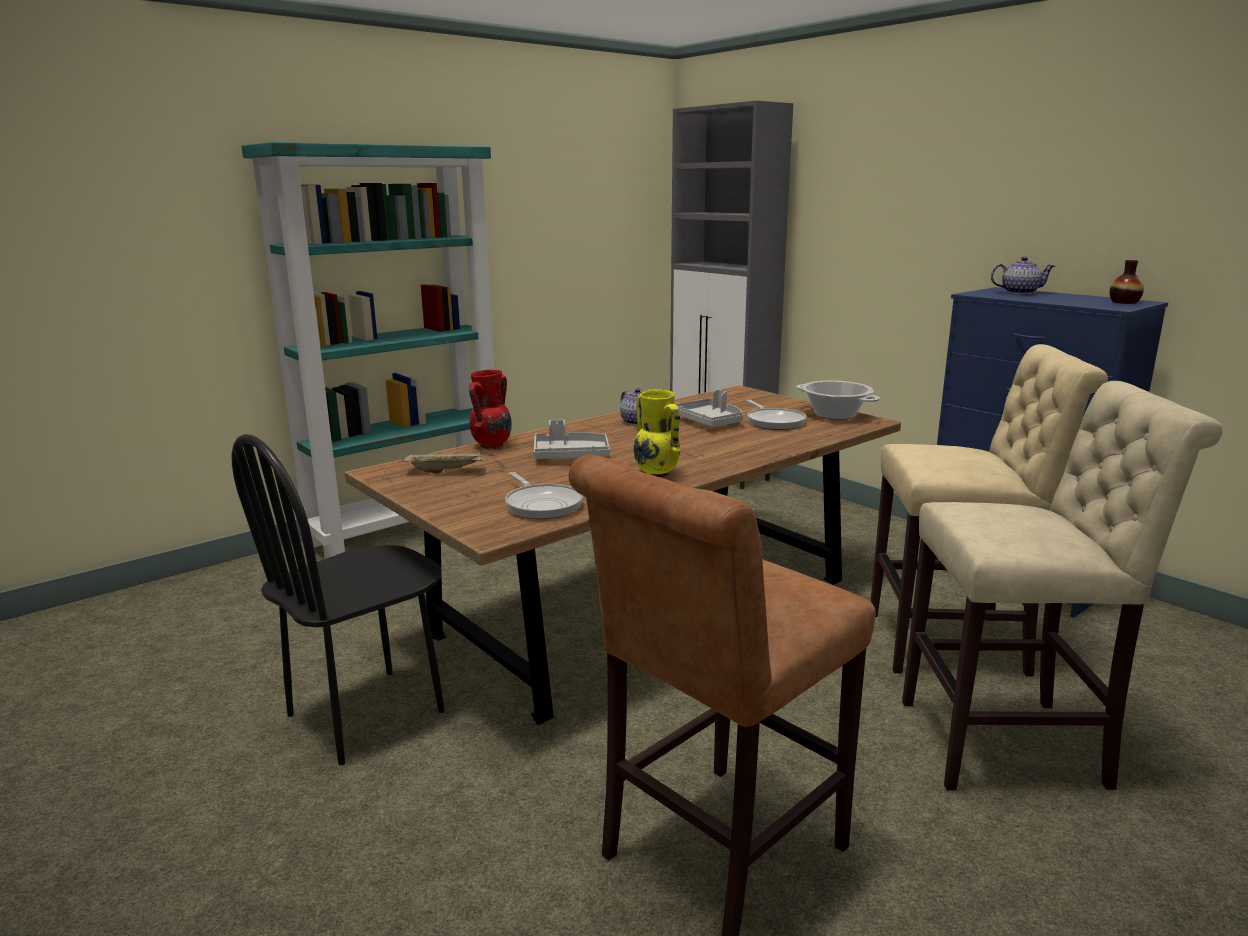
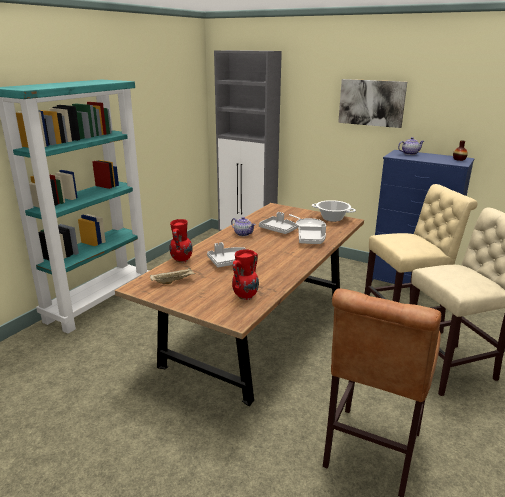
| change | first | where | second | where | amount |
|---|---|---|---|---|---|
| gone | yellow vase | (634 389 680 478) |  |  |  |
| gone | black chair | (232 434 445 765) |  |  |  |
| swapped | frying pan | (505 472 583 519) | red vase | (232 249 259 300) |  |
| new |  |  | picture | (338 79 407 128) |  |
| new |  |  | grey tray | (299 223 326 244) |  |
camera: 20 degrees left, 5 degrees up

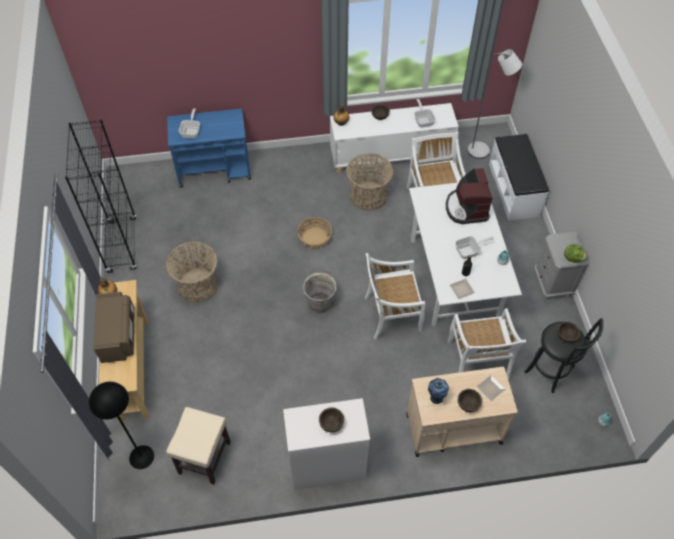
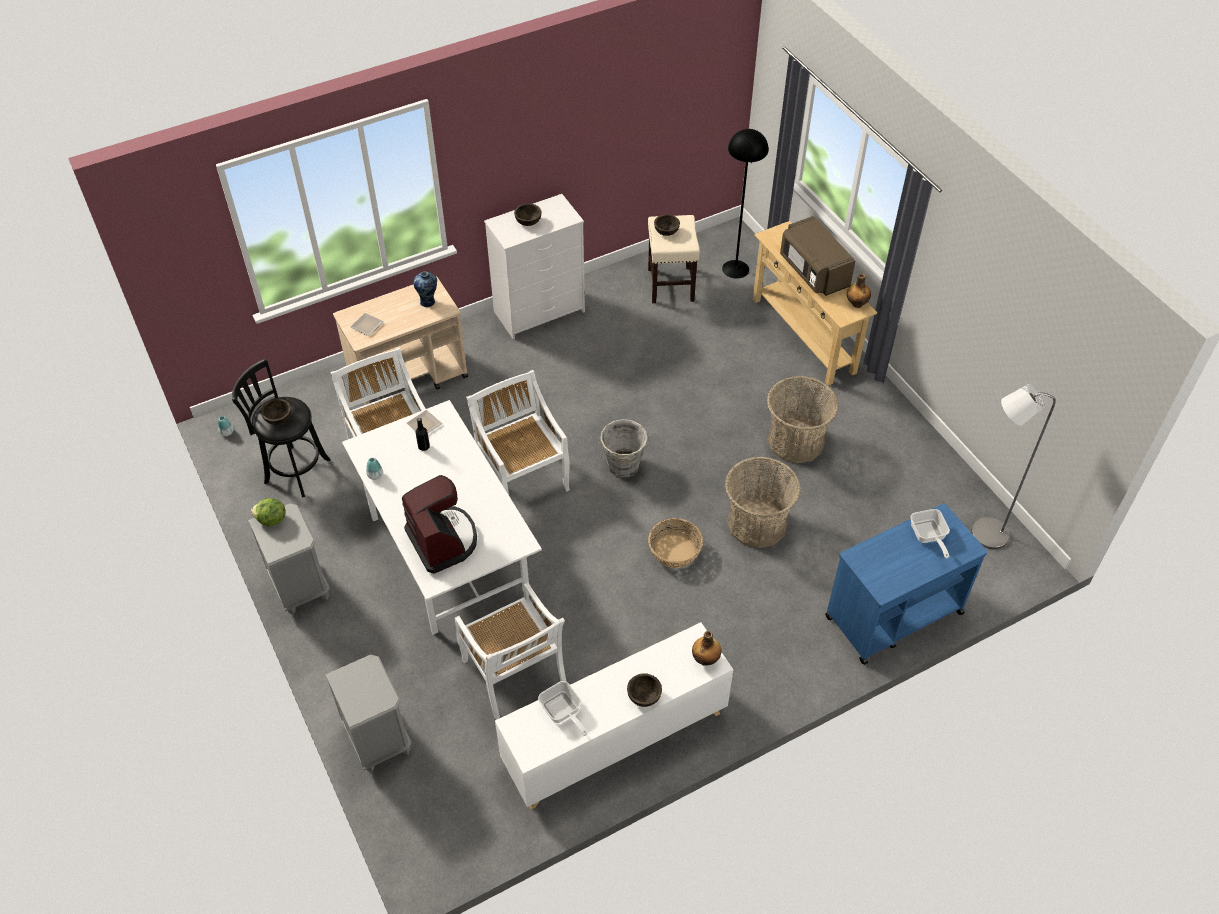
| change | first | where | second | where | amount |
|---|---|---|---|---|---|
| shifted | grey floor lamp | (468 49 522 159) |  | (971 384 1056 549) |  |
| gone | black bookcase | (65 119 137 273) |  |  |  |
| swapped | white bench | (489 134 549 221) | grey nightstand | (326 655 411 772) |  |
| shifted | basket | (346 153 393 211) |  | (725 457 801 548) |  |
| gone | frying pan | (455 236 494 259) |  |  |  |
| rotated | white chair | (365 253 425 340) |  | (466 370 570 497) | 90 degrees counterclockwise |
| shifted | brown bowl | (458 389 482 412) |  | (654 214 680 236) |  |
camera: 160 degrees right, 5 degrees down

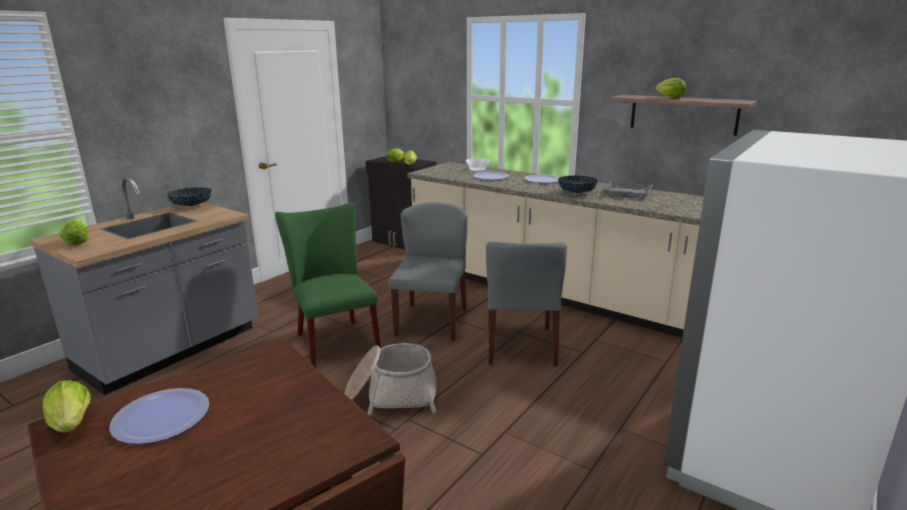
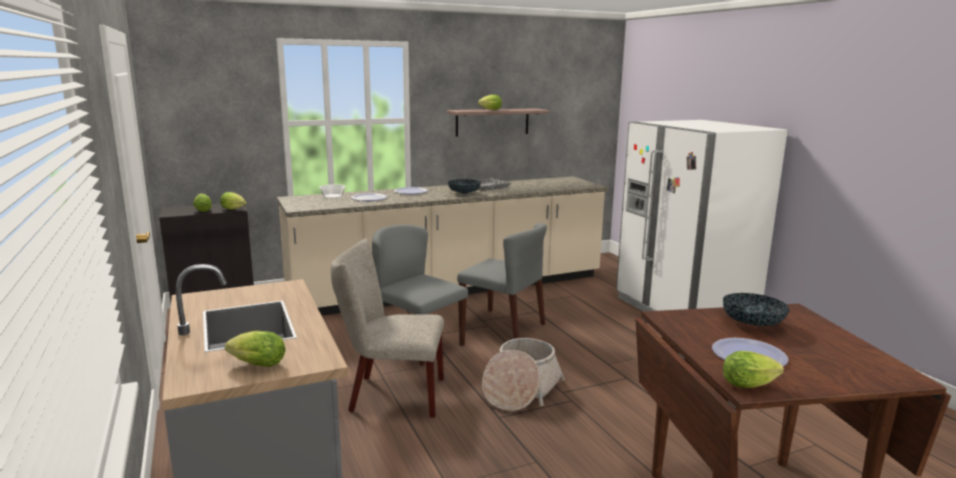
| change | first | where | second | where | amount |
|---|---|---|---|---|---|
| shifted | bowl | (167 187 211 206) |  | (723 293 790 326) |  |
| repainted | green chair | (275 202 381 367) | beige chair | (331 239 444 418) |  |
camera: 60 degrees left, 5 degrees down

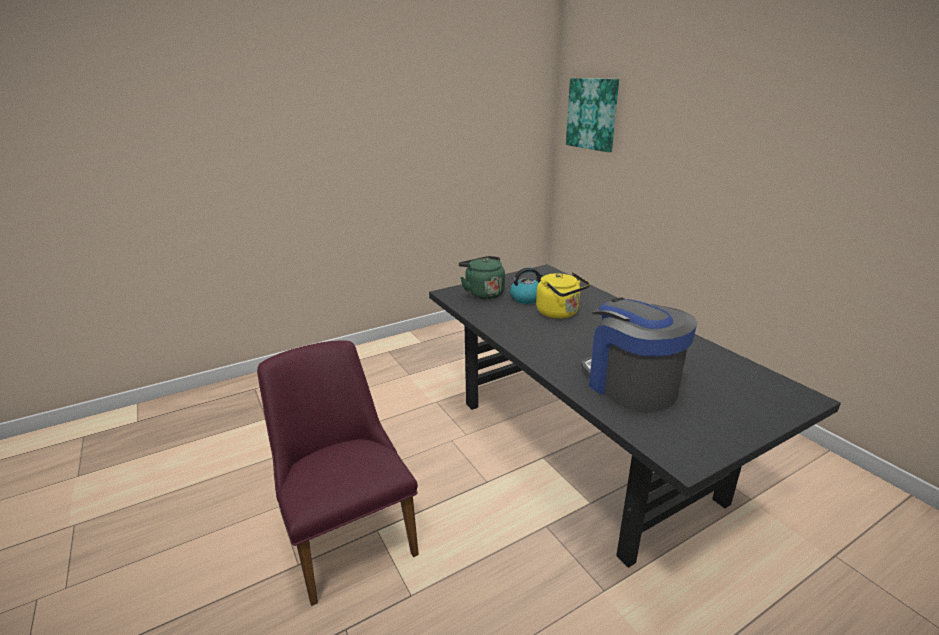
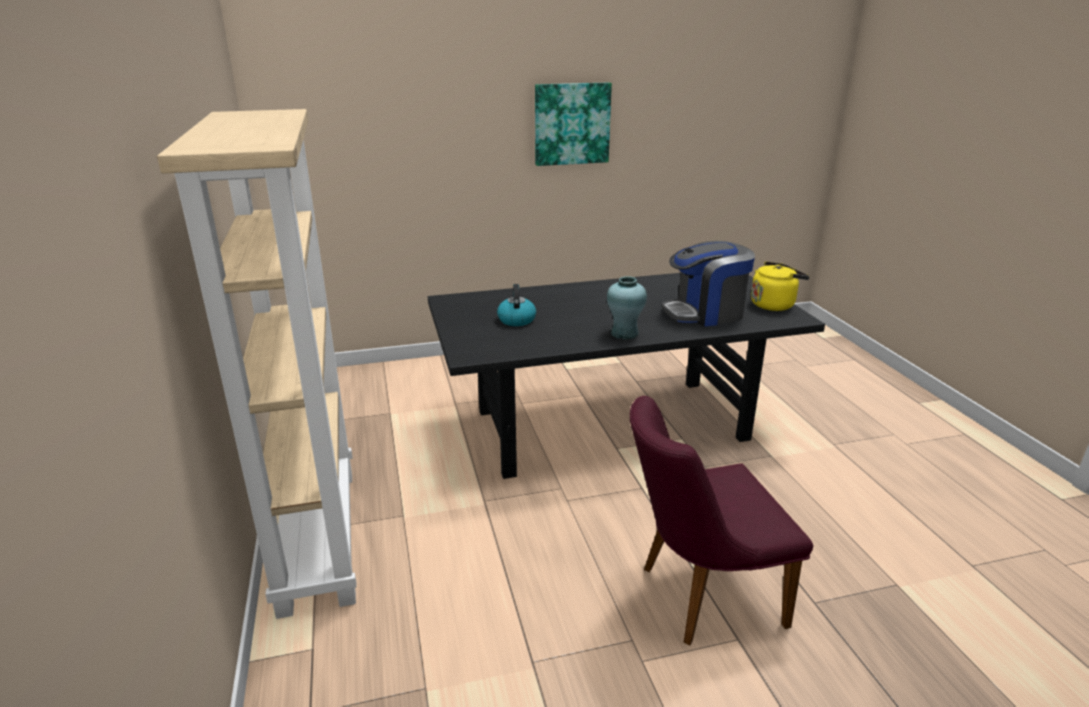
| change | first | where | second | where | amount |
|---|---|---|---|---|---|
| shifted | picture | (566 78 619 152) |  | (535 82 612 166) |  |
| gone | green kettle | (459 256 505 300) |  |  |  |
| shifted | yellow kettle | (536 272 590 319) |  | (751 261 810 311) |  |
| new |  |  | beige bookcase | (157 109 357 619) |  |
| new |  |  | turquoise vase | (607 276 647 340) |  |
camera: 75 degrees left, 0 degrees up

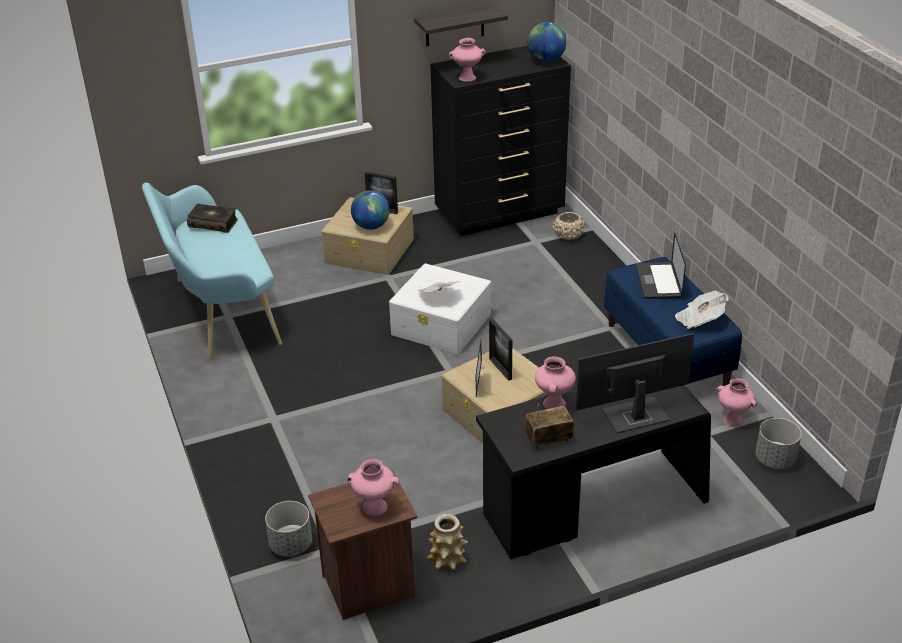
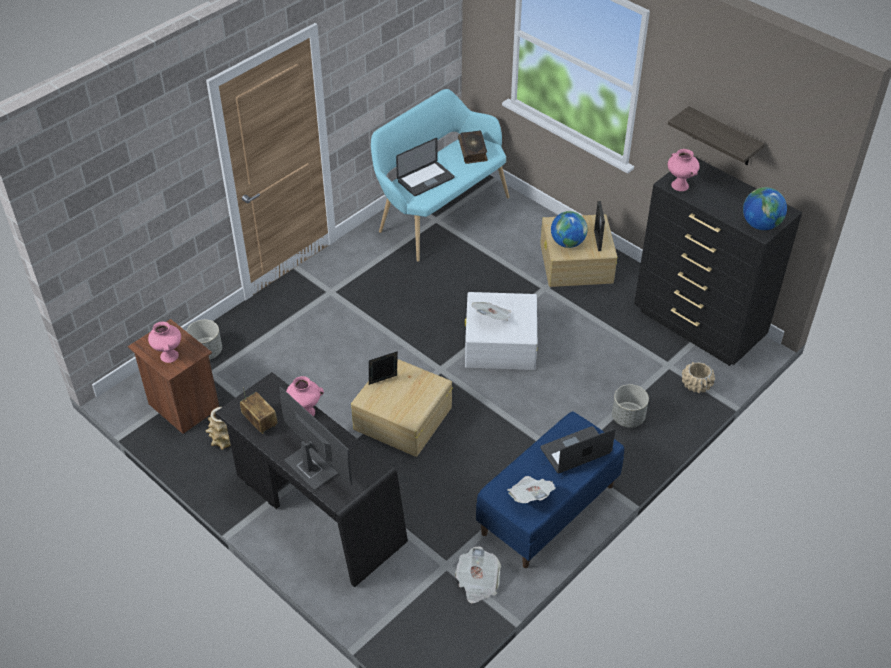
| change | first | where | second | where | amount |
|---|---|---|---|---|---|
| gone | picture frame | (489 319 512 381) |  |  |  |
| swapped | pink vase | (716 378 757 426) | newspaper | (455 546 501 604) |  |
| shifted | grey planter | (756 418 802 469) |  | (612 384 649 428) |  |
| new |  |  | laptop | (396 138 454 196) |  |
camera: 65 degrees right, 10 degrees up

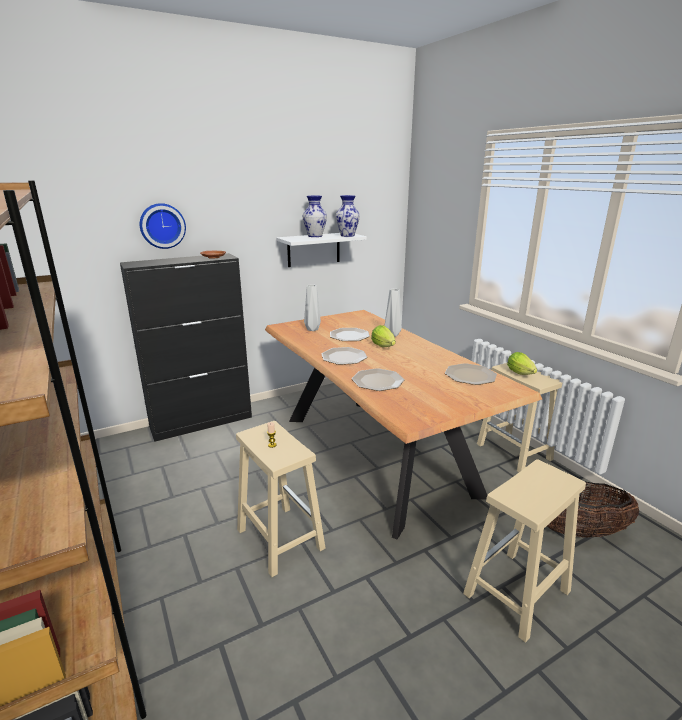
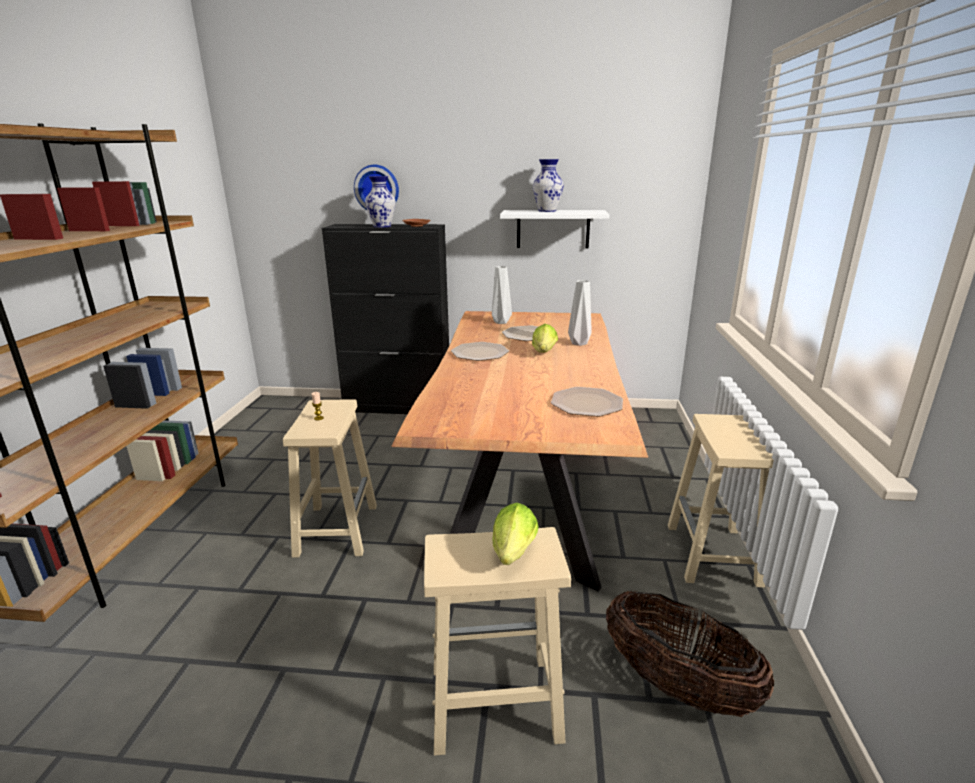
| change | first | where | second | where | amount |
|---|---|---|---|---|---|
| shifted | vase | (336 195 360 237) |  | (365 176 396 228) |  |
| shifted | lettuce | (507 352 537 375) |  | (492 503 539 565) |  |
| gone | plate | (352 368 404 391) |  |  |  |
camera: 35 degrees right, 0 degrees up

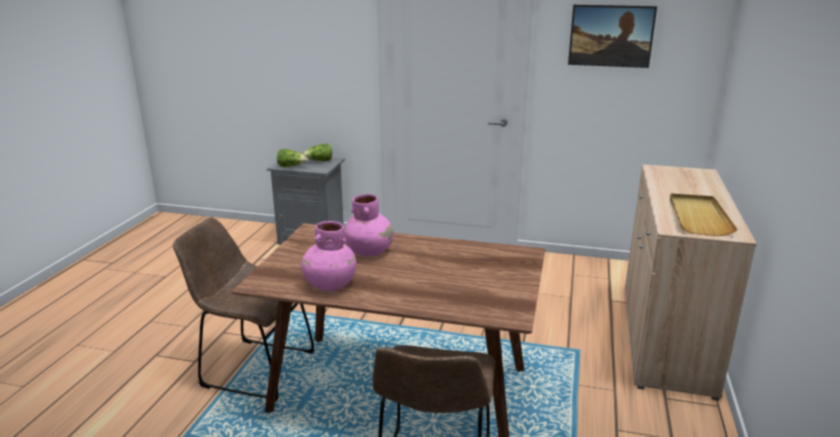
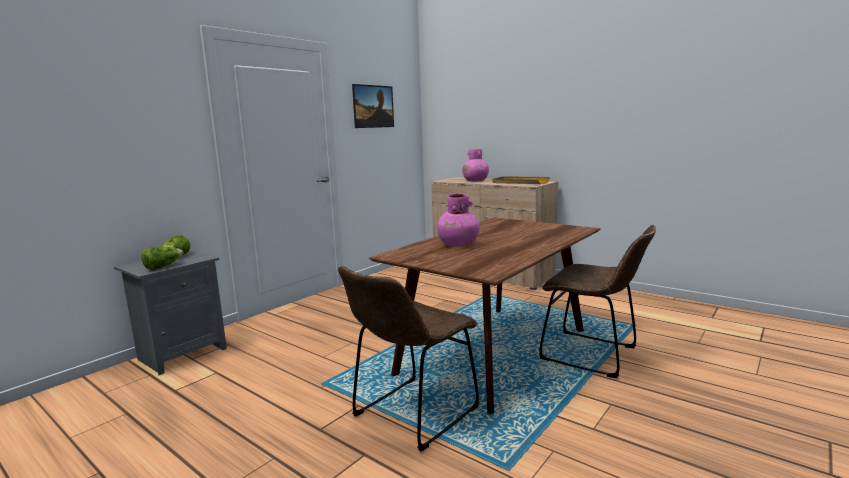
| change | first | where | second | where | amount |
|---|---|---|---|---|---|
| shifted | pink vase | (302 221 356 291) |  | (462 149 489 182) |  |
camera: 65 degrees left, 10 degrees down

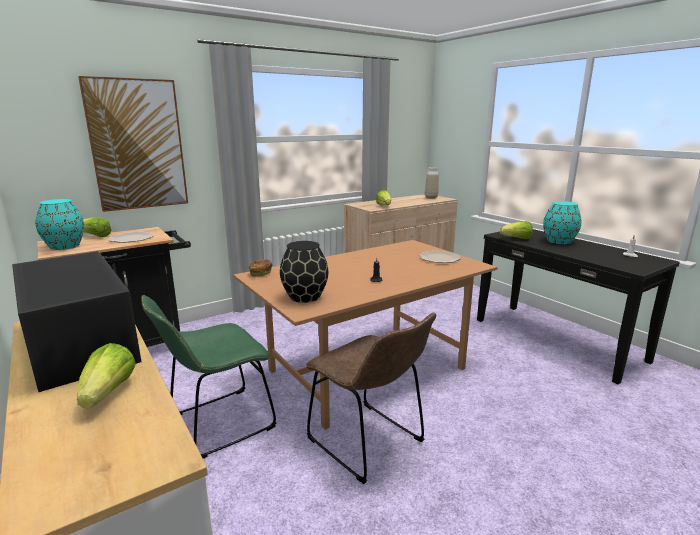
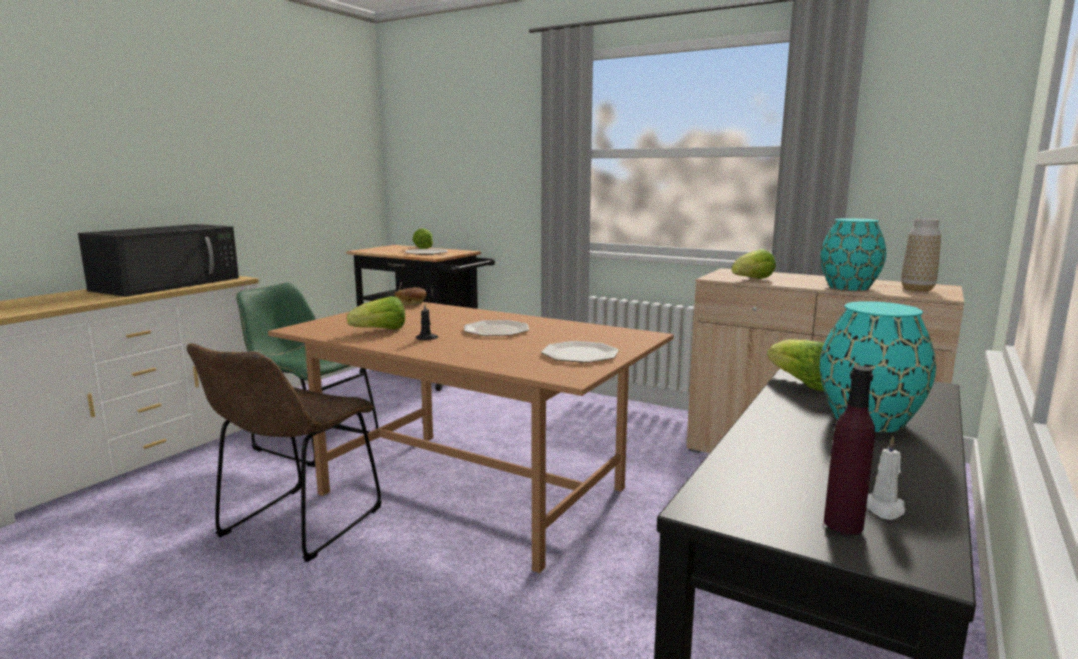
| change | first | where | second | where | amount |
|---|---|---|---|---|---|
| gone | picture | (78 76 188 212) |  |  |  |
| shifted | turquoise vase | (36 199 84 250) |  | (820 218 886 291) |  |
| gone | black vase | (280 241 328 303) |  |  |  |
| shifted | lettuce | (77 343 135 408) |  | (347 296 405 329) |  |
| new |  |  | plate | (464 320 529 336) |  |
| new |  |  | purple bottle | (824 366 875 534) |  |
camera: 65 degrees right, 5 degrees down

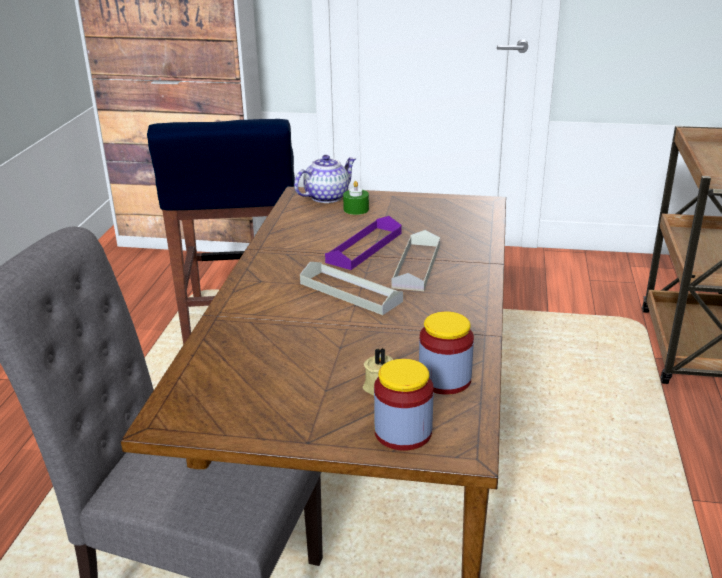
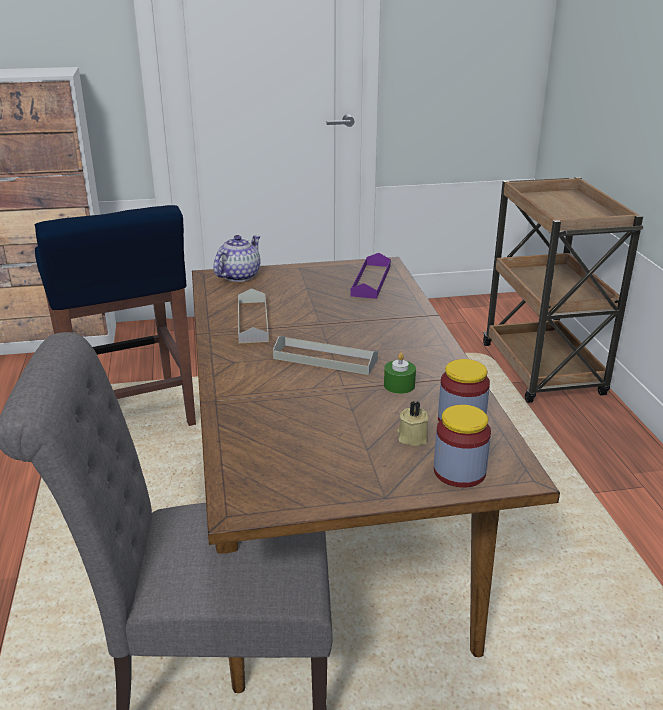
| change | first | where | second | where | amount |
|---|---|---|---|---|---|
| shifted | green candle | (343 181 369 215) |  | (384 353 416 394) |  |
| shifted | purple tray | (325 216 401 270) |  | (350 253 391 299) |  |
| shifted | grey tray | (392 230 440 291) |  | (238 288 269 343) |  |
camera: 20 degrees left, 0 degrees up

